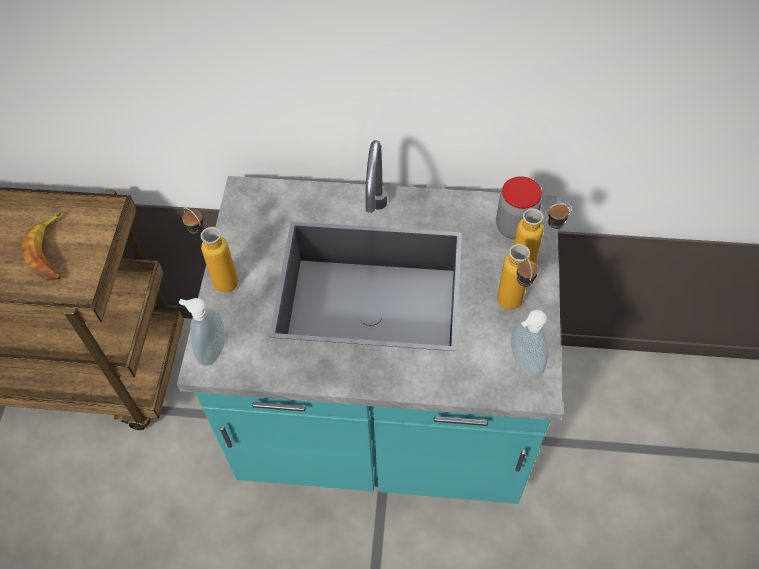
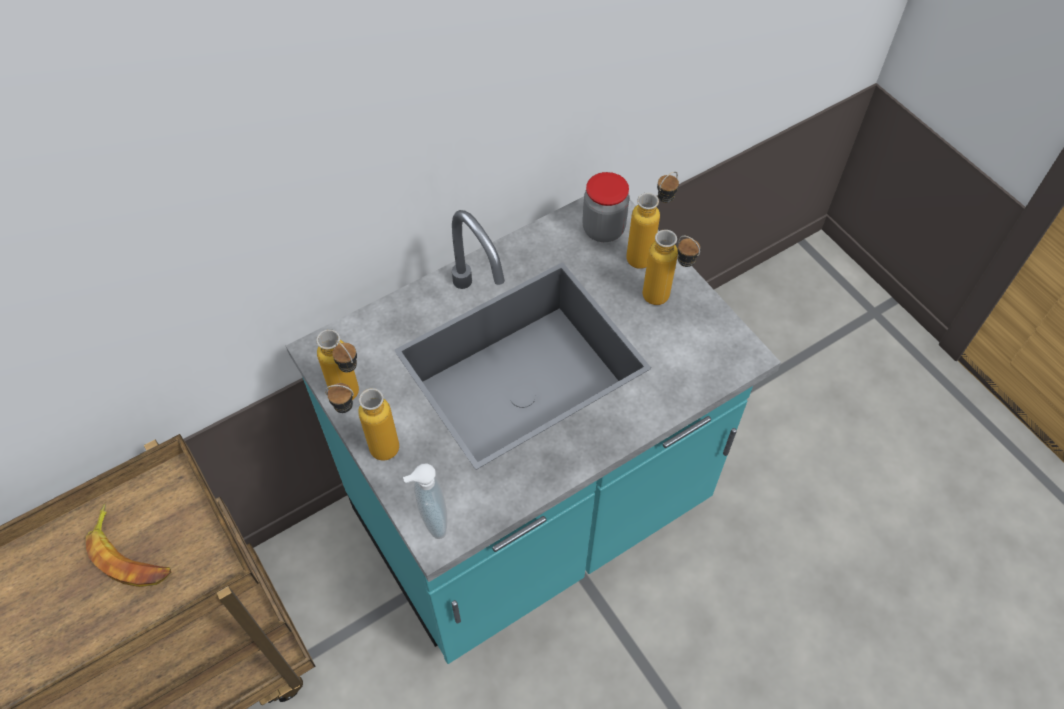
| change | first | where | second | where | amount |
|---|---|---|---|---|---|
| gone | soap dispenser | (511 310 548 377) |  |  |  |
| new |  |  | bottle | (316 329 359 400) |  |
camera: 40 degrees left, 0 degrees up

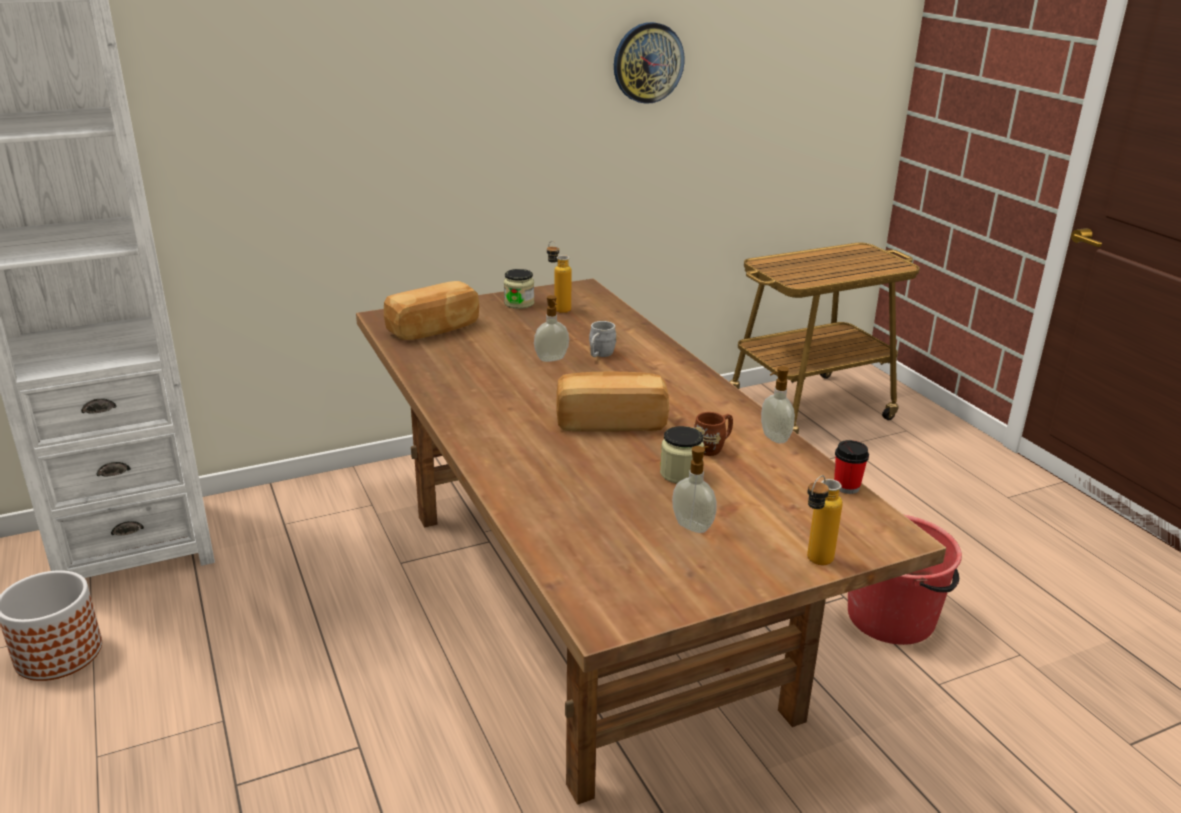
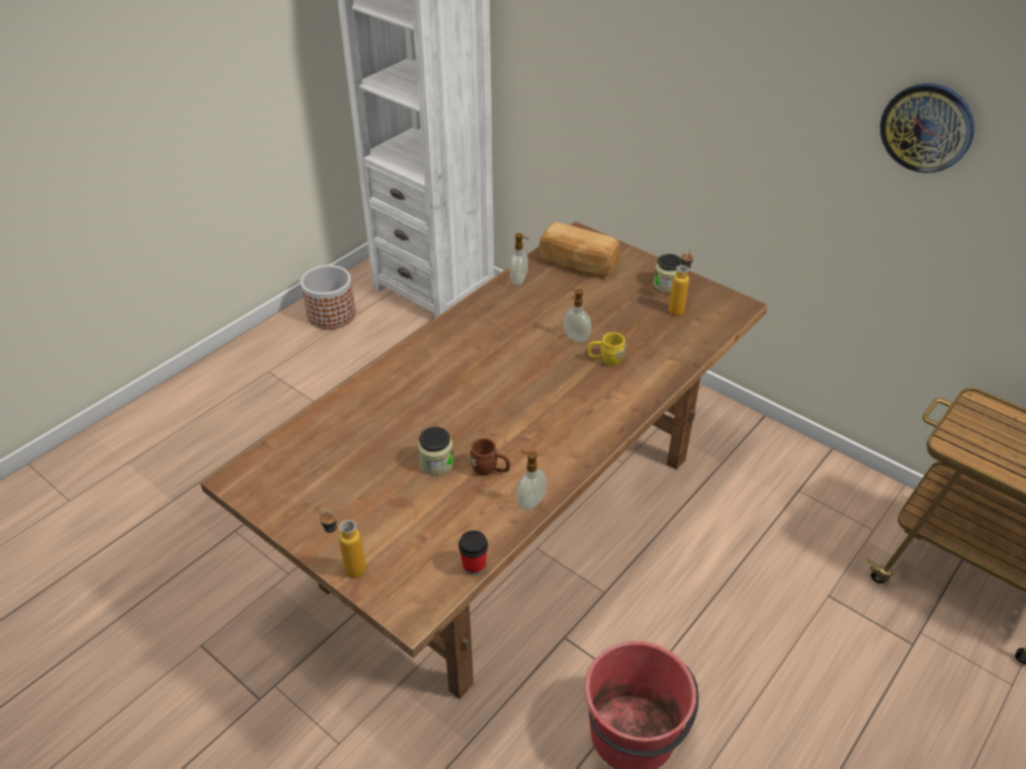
| change | first | where | second | where | amount |
|---|---|---|---|---|---|
| repainted | grey mug | (589 321 617 357) | yellow mug | (588 332 626 366) |  |
| gone | bread | (556 372 669 432) |  |  |  |
| shifted | soap dispenser | (672 446 716 533) |  | (510 233 529 286) |  |
camera: 65 degrees right, 15 degrees up

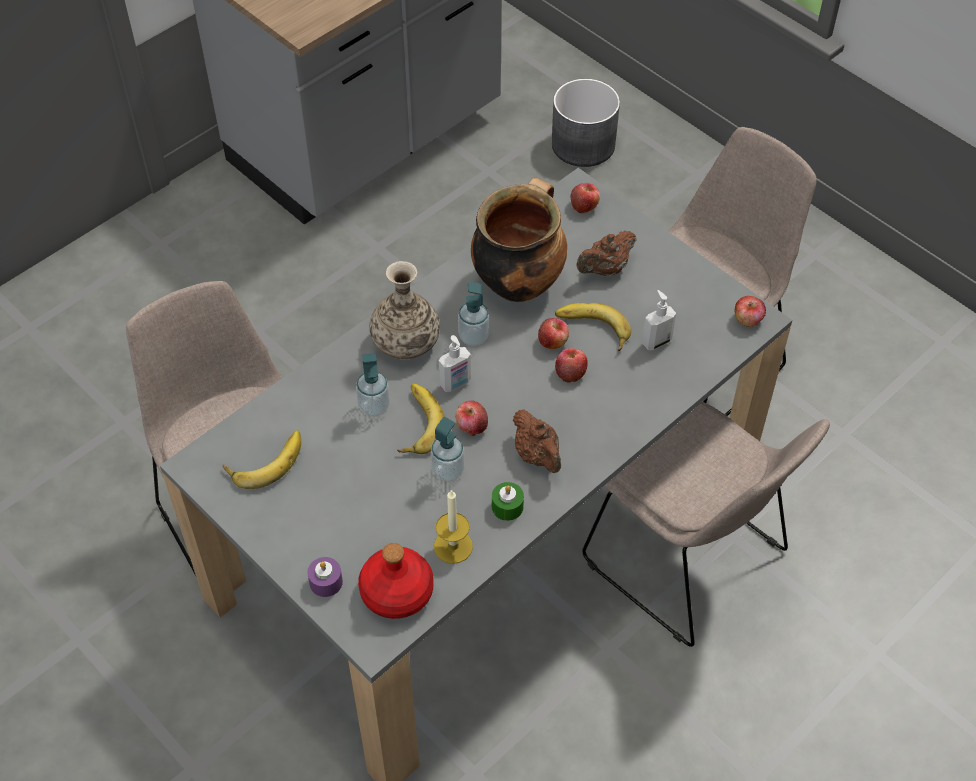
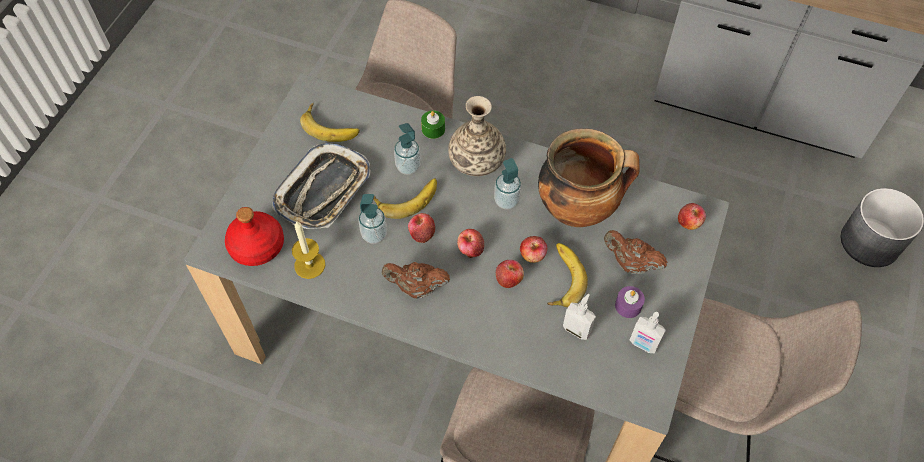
| change | first | where | second | where | amount |
|---|---|---|---|---|---|
| shifted | apple | (735 296 766 327) |  | (457 229 484 258) |  |
| shifted | soap dispenser | (439 335 471 392) |  | (630 312 666 353) |  |
| rotated | brown teapot | (513 409 561 473) |  | (382 262 450 299) | 60 degrees clockwise |
| shifted | green candle | (492 482 524 521) |  | (421 110 445 139) |  |
| shifted | purple candle | (307 557 343 597) |  | (615 286 645 318) |  |
| new |  |  | tray | (272 143 371 229) |  |
camera: 65 degrees right, 5 degrees up

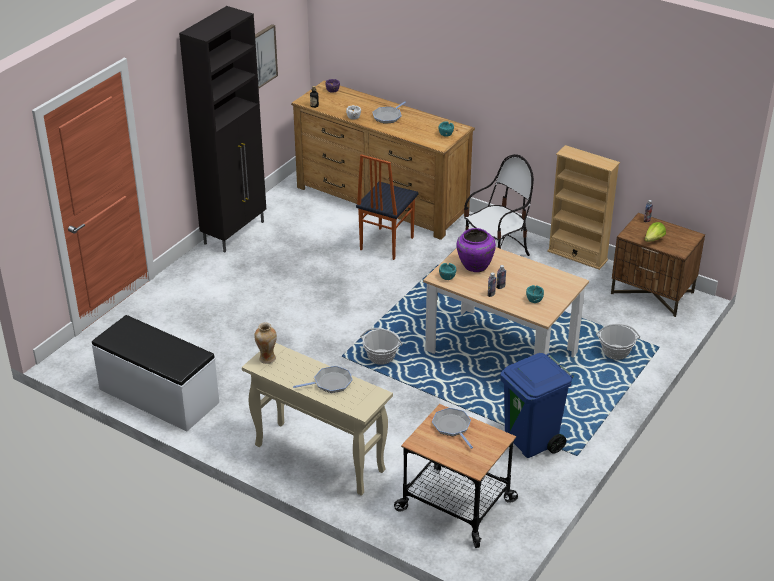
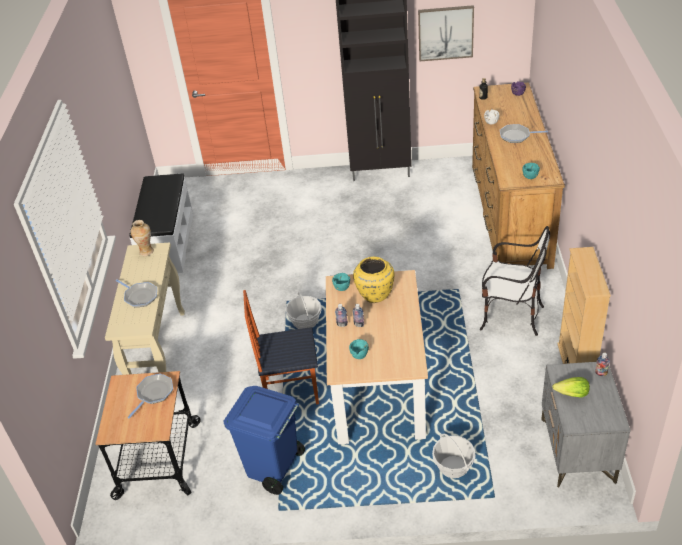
| change | first | where | second | where | amount |
|---|---|---|---|---|---|
| shifted | chair | (356 154 418 260) |  | (243 290 319 404) |  |
| repainted | brown nightstand | (611 213 705 317) | grey nightstand | (541 362 631 488) |  |
| repainted | purple vase | (456 228 496 272) | yellow vase | (353 257 395 303) |  |
camera: 60 degrees right, 5 degrees up

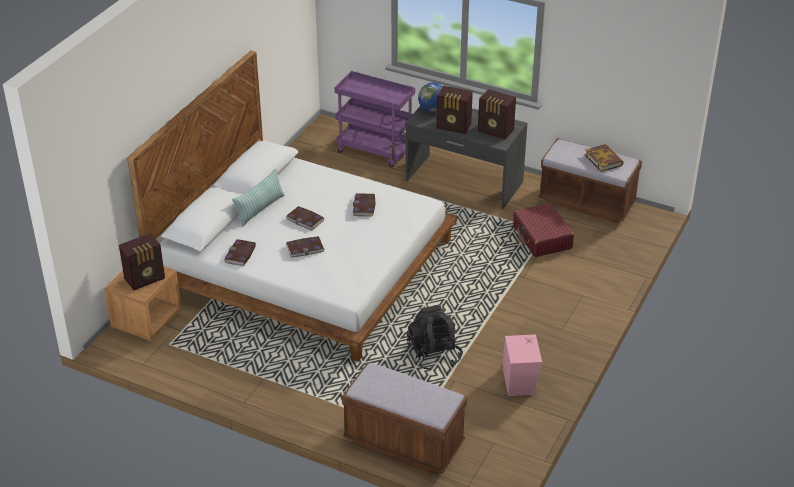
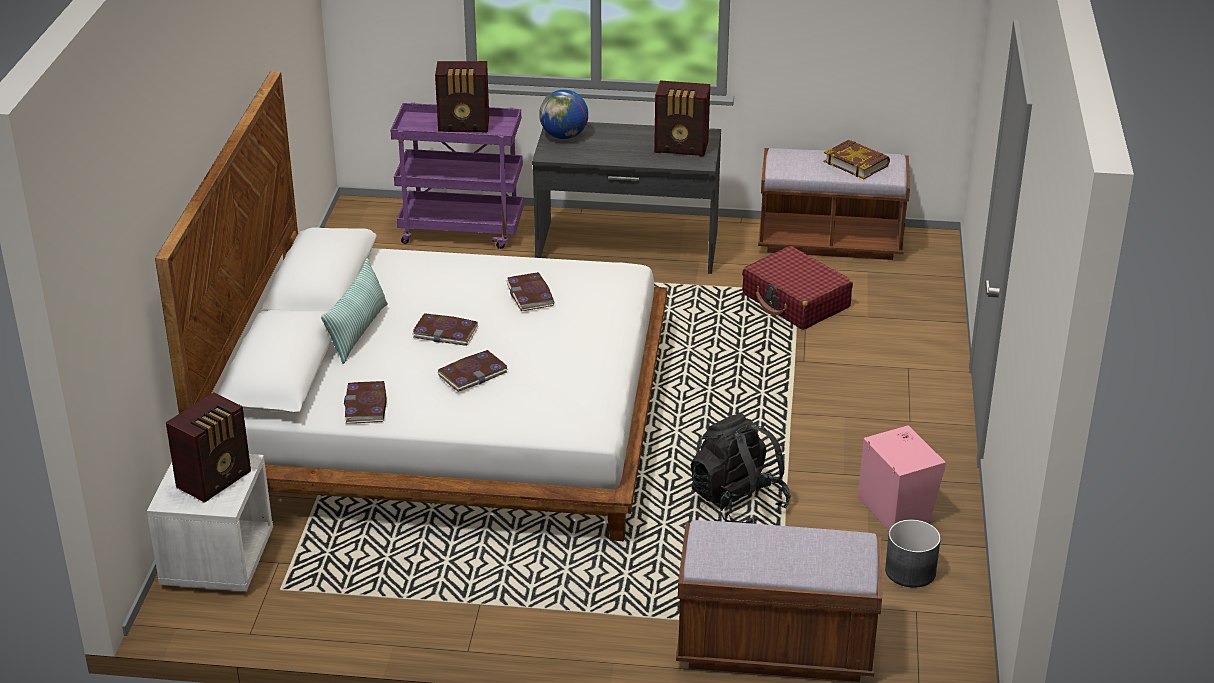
| change | first | where | second | where | amount |
|---|---|---|---|---|---|
| shifted | radio | (436 86 473 134) |  | (435 61 489 132) |  |
| repainted | brown nightstand | (104 266 182 341) | white nightstand | (147 454 273 592) |  |
| new |  |  | grey planter | (885 520 941 588) |  |
camera: 20 degrees left, 5 degrees down

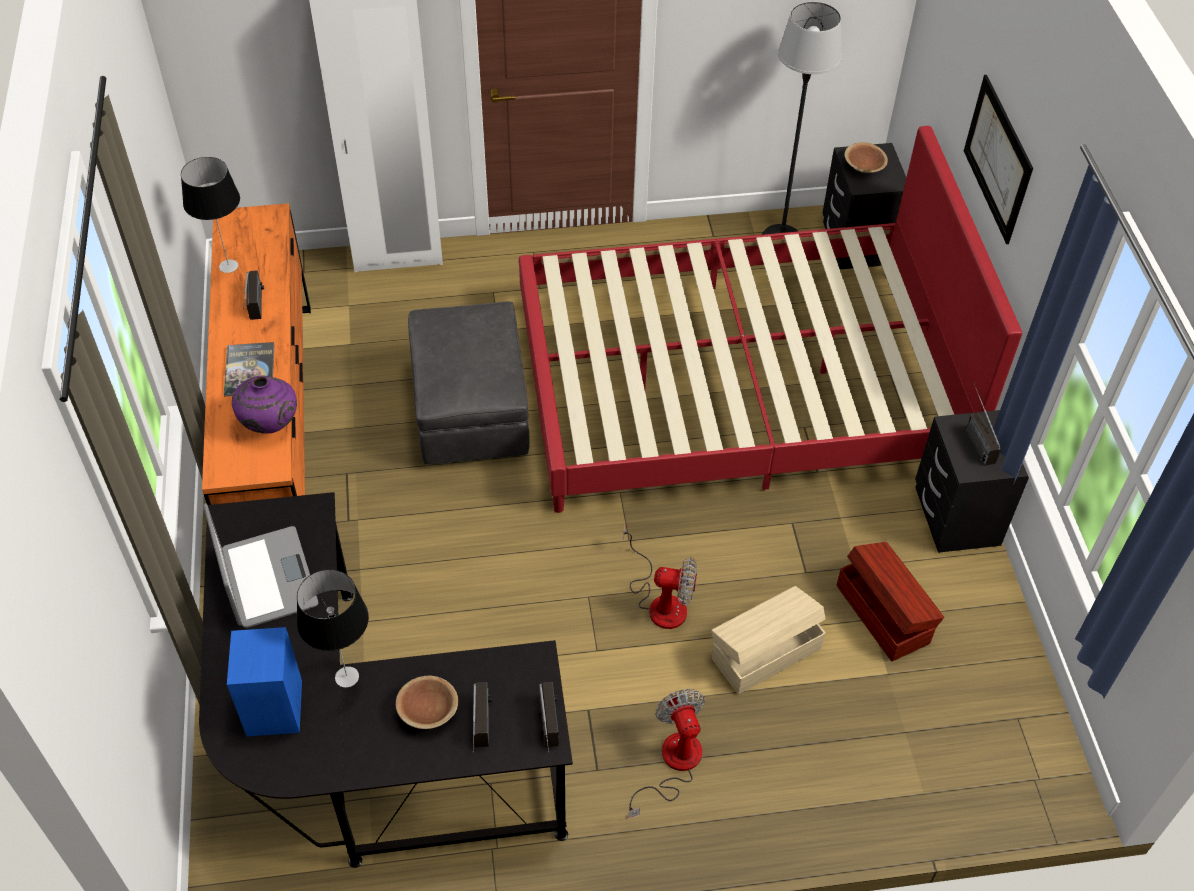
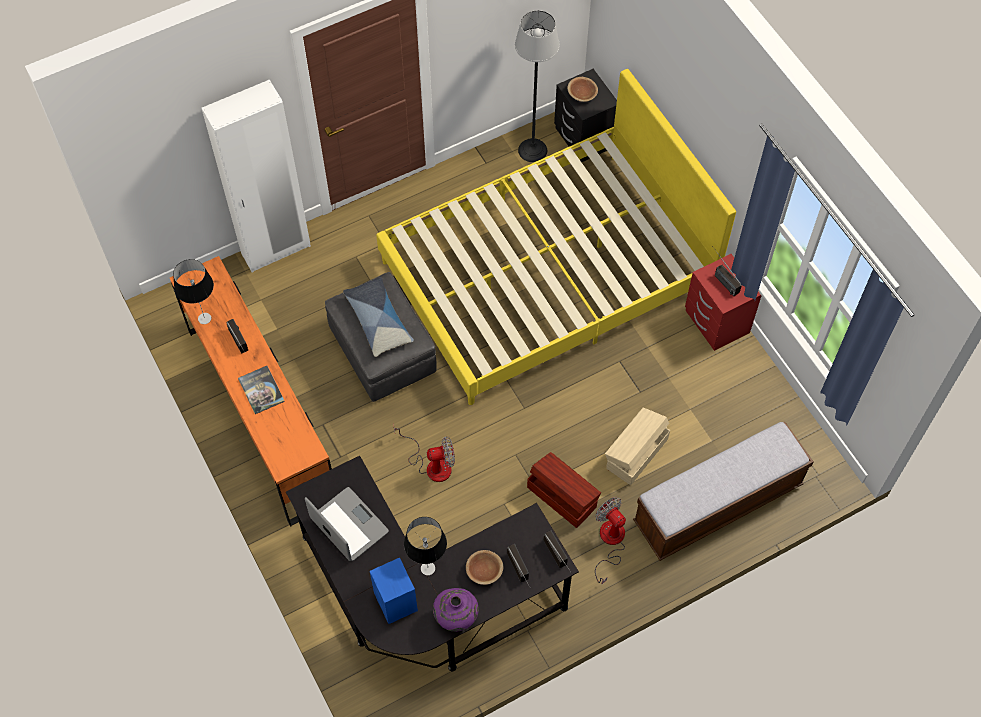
| change | first | where | second | where | amount |
|---|---|---|---|---|---|
| gone | picture | (964 75 1033 244) |  |  |  |
| repainted | red bed | (519 126 1022 513) | yellow bed | (376 69 736 405) |  |
| shifted | purple vase | (232 376 297 434) |  | (433 588 479 632) |  |
| repainted | black nightstand | (915 410 1029 553) | red nightstand | (685 254 761 351) |  |
| shifted | fan | (623 526 697 629) |  | (393 424 455 482) |  |
| shifted | brown storage box | (837 542 944 662) |  | (527 452 601 528) |  |
| new |  |  | pillow | (343 277 414 357) |  |
| new |  |  | bench | (633 422 814 561) |  |
camera: 20 degrees left, 10 degrees up

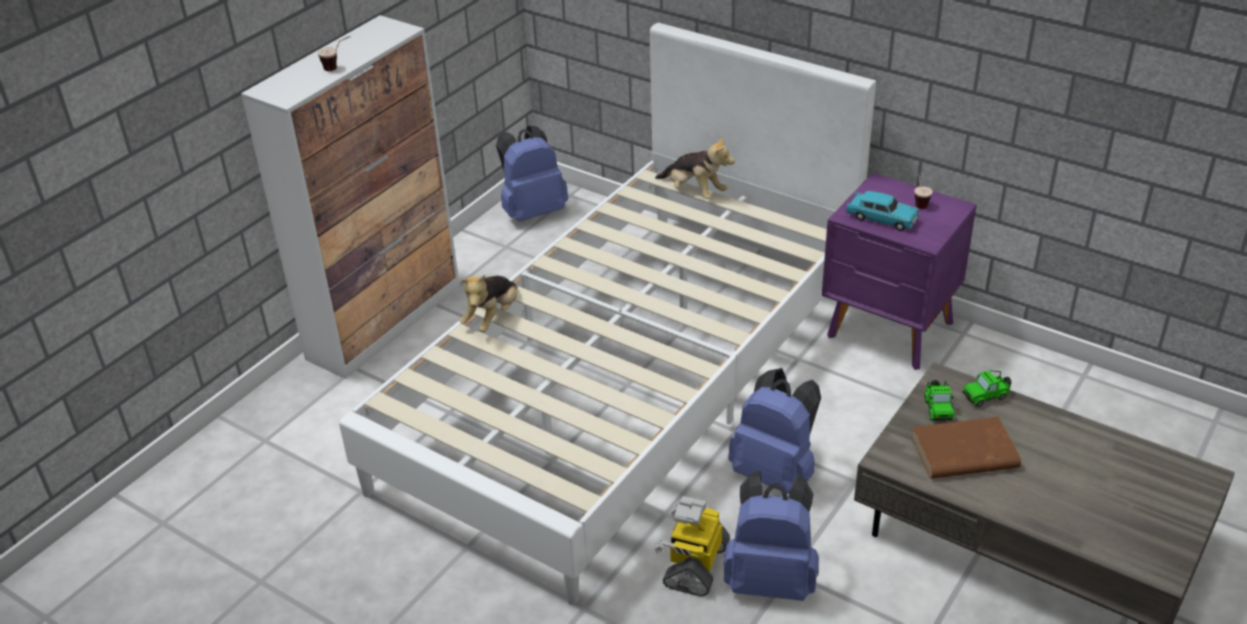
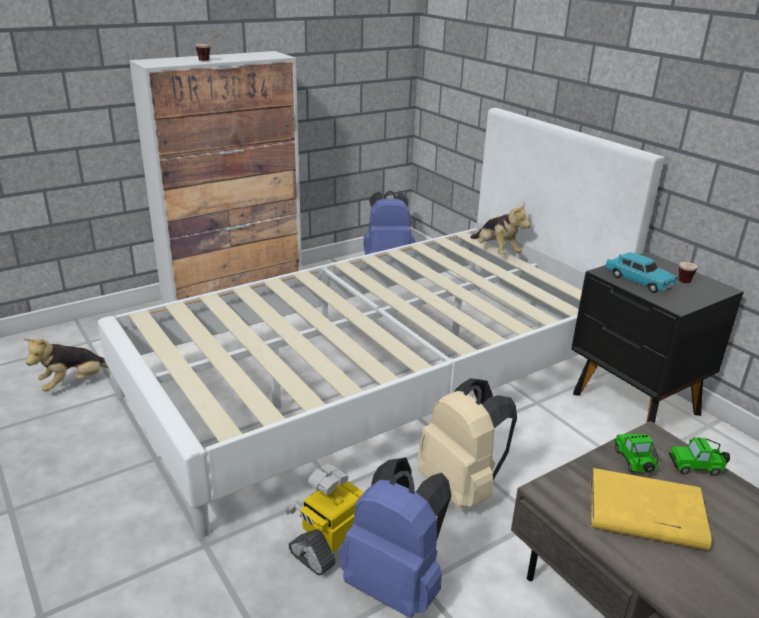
| change | first | where | second | where | amount |
|---|---|---|---|---|---|
| repainted | purple nightstand | (822 173 977 370) | black nightstand | (572 252 744 423) |  |
| shifted | plush toy | (460 275 518 332) |  | (24 338 109 391) |  |
| repainted | blue backpack | (728 368 821 494) | beige backpack | (418 378 517 508) |  |
| rotated | toy car | (924 380 955 420) |  | (614 433 659 473) | 150 degrees clockwise |
| repainted | brown book | (911 417 1021 479) | yellow book | (590 468 711 550) |  |
camera: 20 degrees right, 10 degrees down

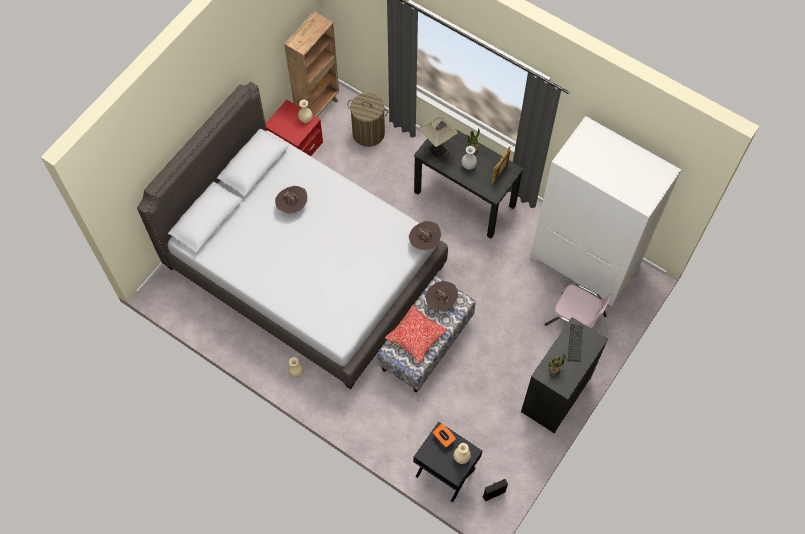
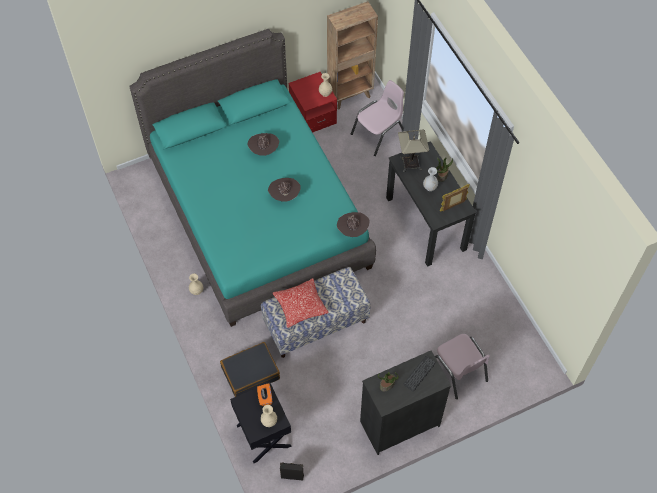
| change | first | where | second | where | amount |
|---|---|---|---|---|---|
| repainted | grey bed | (137 82 448 389) | turquoise bed | (129 29 376 327) |  |
| swapped | laundry basket | (347 93 388 147) | pink chair | (351 80 404 156) |  |
| gone | white wardrobe | (530 116 681 306) |  |  |  |
| shifted | brown hat | (425 281 458 311) |  | (268 178 301 202) |  |
| new |  |  | black suitcase | (220 342 280 397) |  |
camera: 30 degrees right, 5 degrees down

